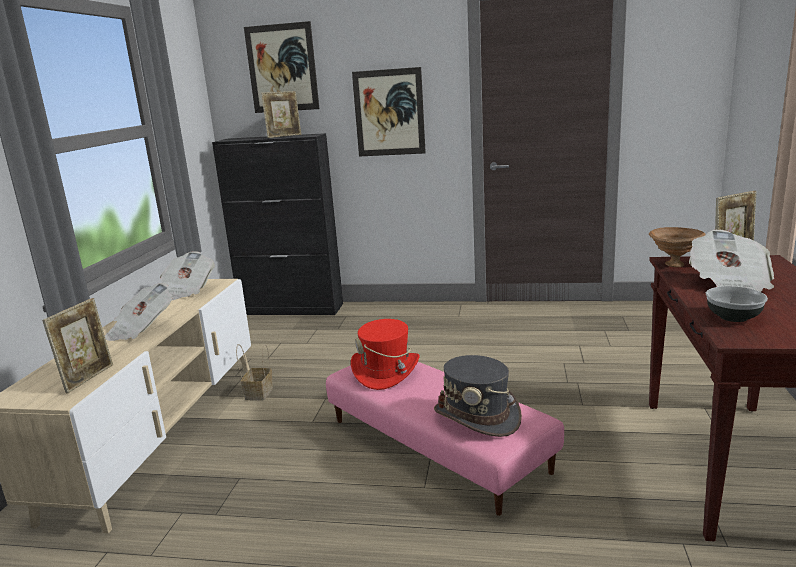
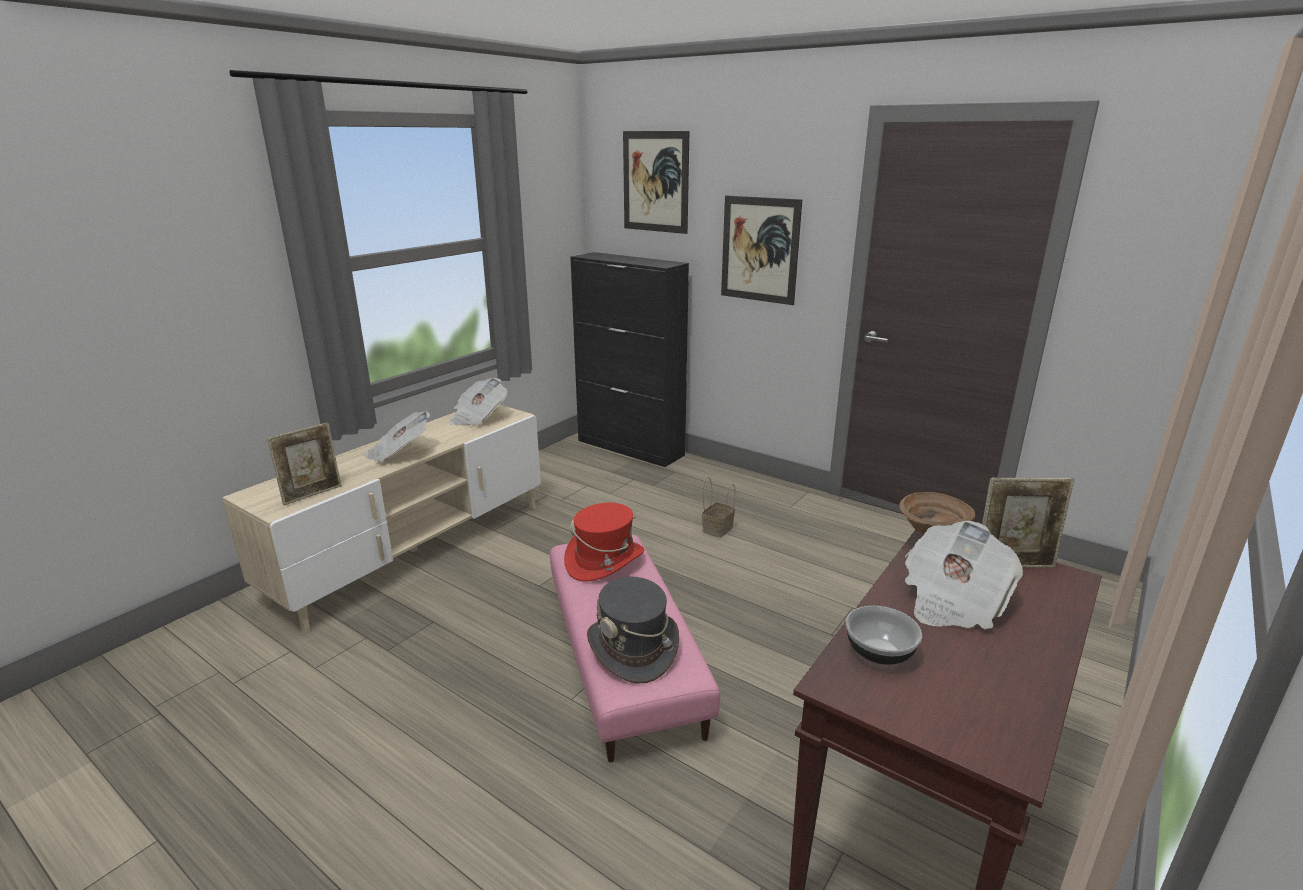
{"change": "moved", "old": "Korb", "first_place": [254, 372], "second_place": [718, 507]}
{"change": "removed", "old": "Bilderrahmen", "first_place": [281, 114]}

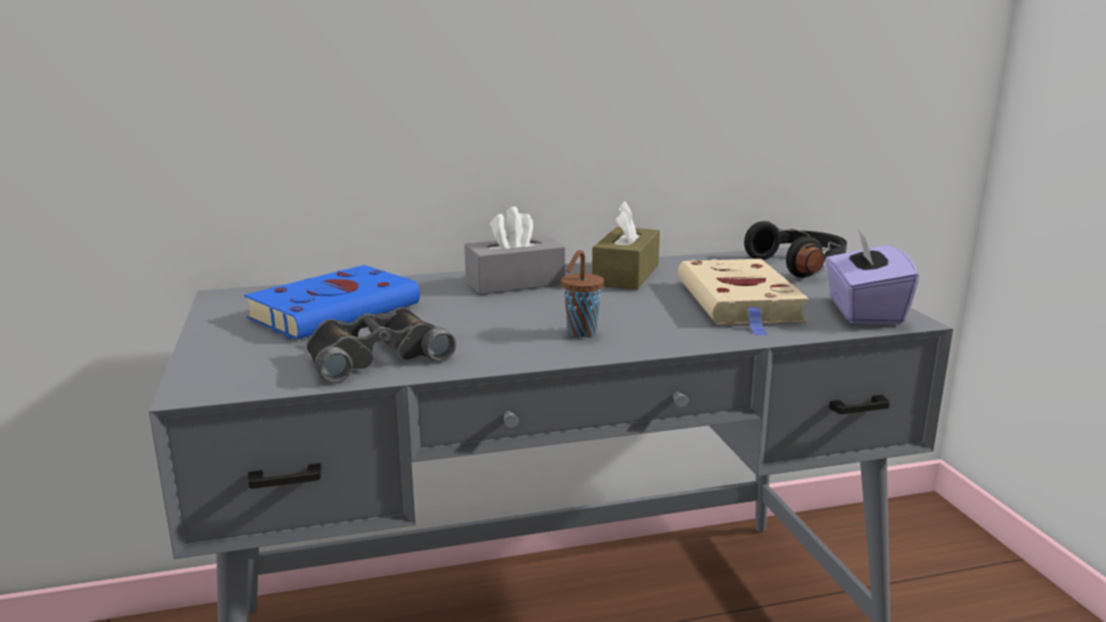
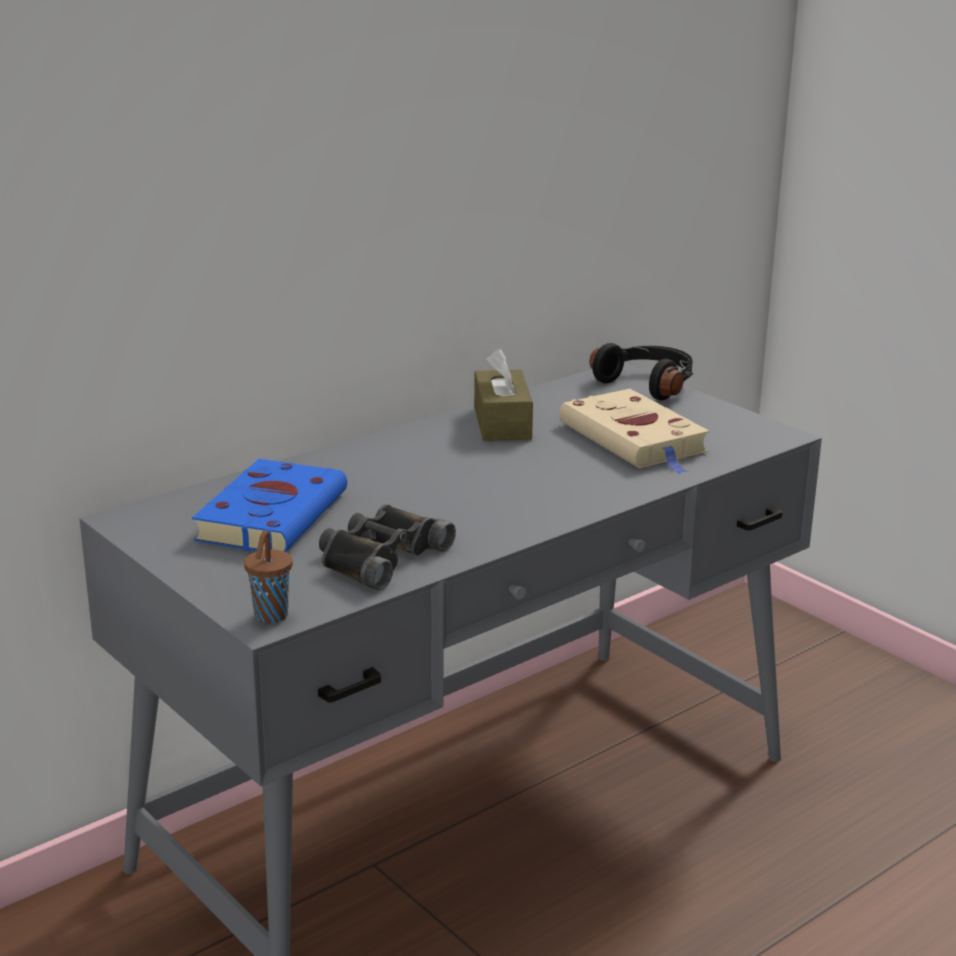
{"change": "moved", "old": "Tasse [braun]", "first_place": [582, 293], "second_place": [268, 576]}
{"change": "removed", "old": "Taschentuchbox [grau]", "first_place": [515, 250]}
{"change": "removed", "old": "Taschentuchbox [lila]", "first_place": [872, 276]}

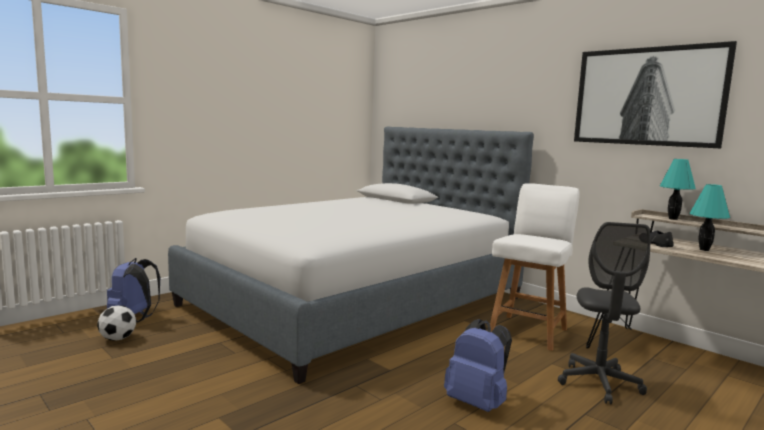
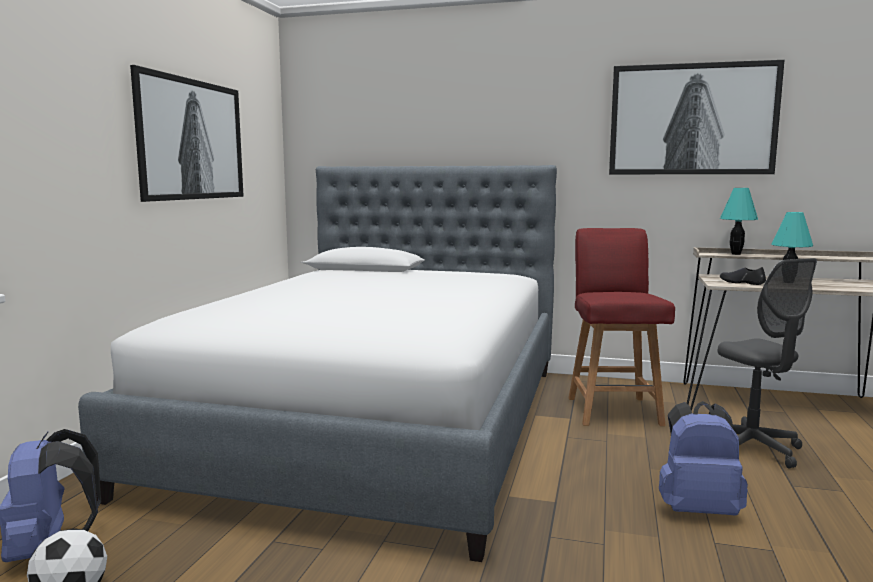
{"change": "added", "new": "Bild", "second_place": [187, 133]}
{"change": "recoloured", "old": "Stuhl [weiß]", "new": "Stuhl [rot]", "first_place": [535, 267], "second_place": [622, 327]}

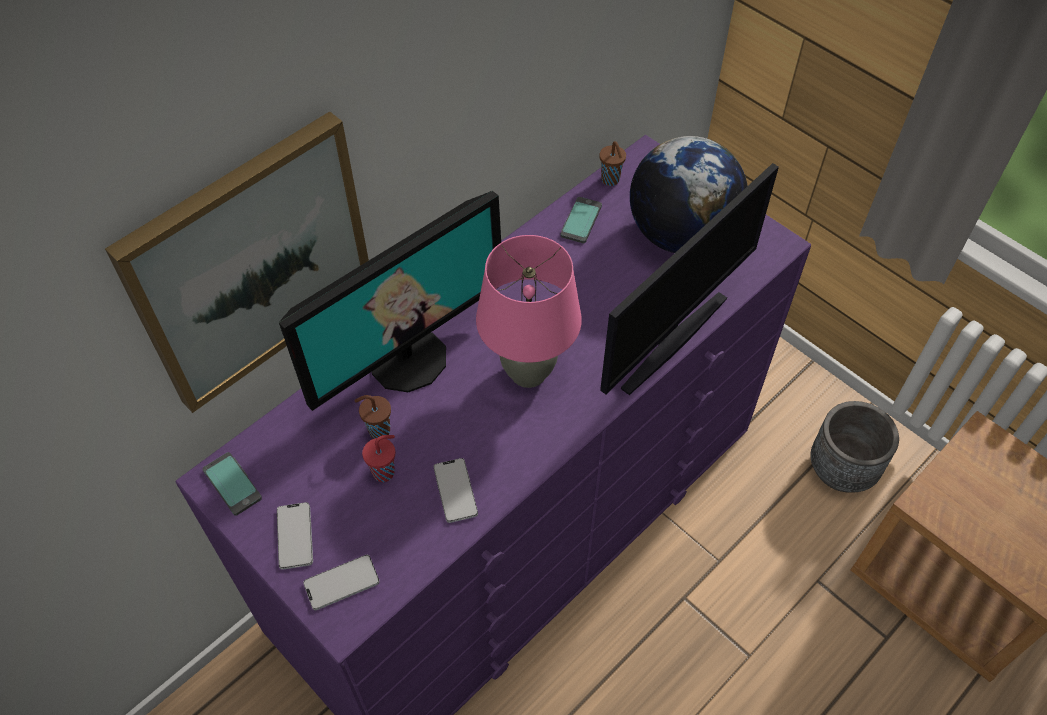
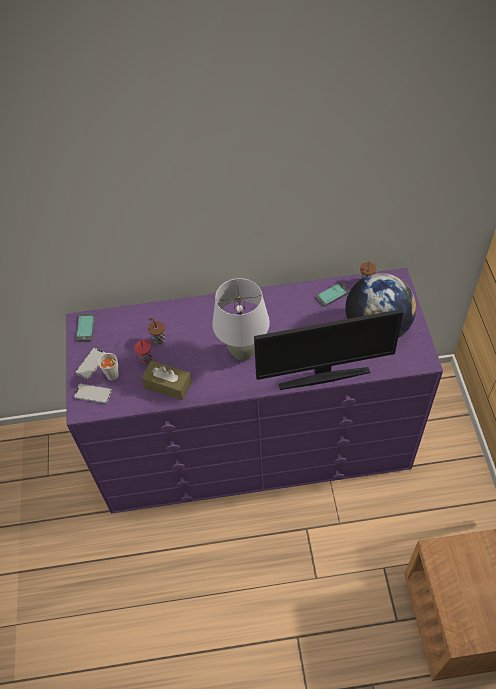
{"change": "added", "new": "Tasse [grau]", "second_place": [108, 367]}
{"change": "replaced", "old": "Handy", "new": "Taschentuchbox [braun]", "first_place": [456, 490], "second_place": [167, 380]}
{"change": "recoloured", "old": "Tischlampe [rosa]", "new": "Tischlampe [grau]", "first_place": [529, 311], "second_place": [241, 319]}
{"change": "removed", "old": "Bild", "first_place": [237, 262]}
{"change": "removed", "old": "Monitor", "first_place": [390, 301]}
{"change": "removed", "old": "Pflanzkübel [grau]", "first_place": [854, 447]}

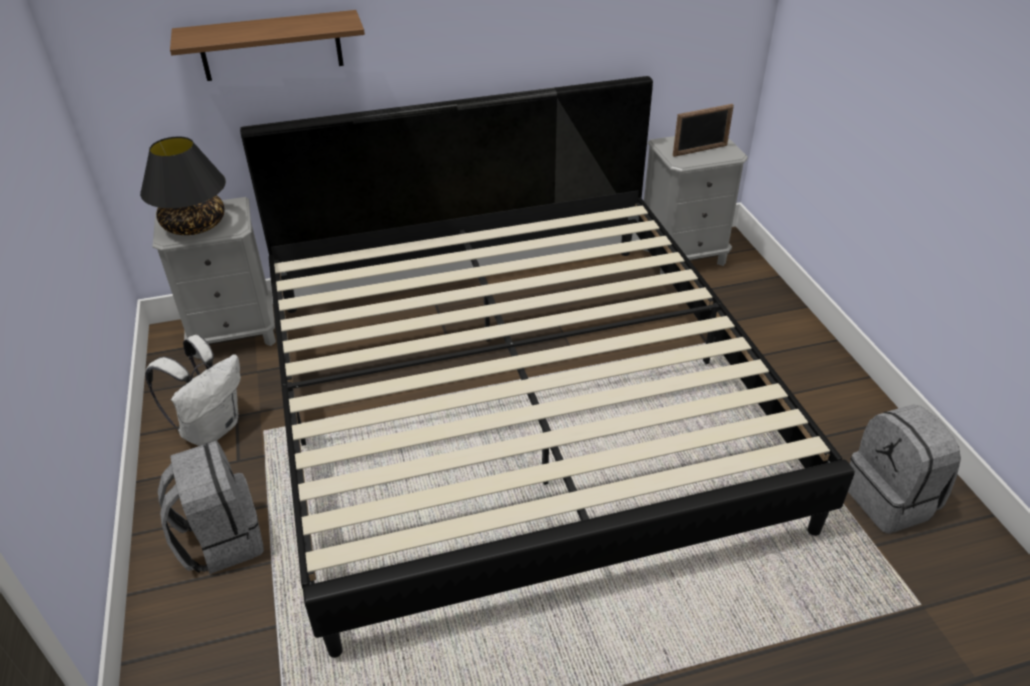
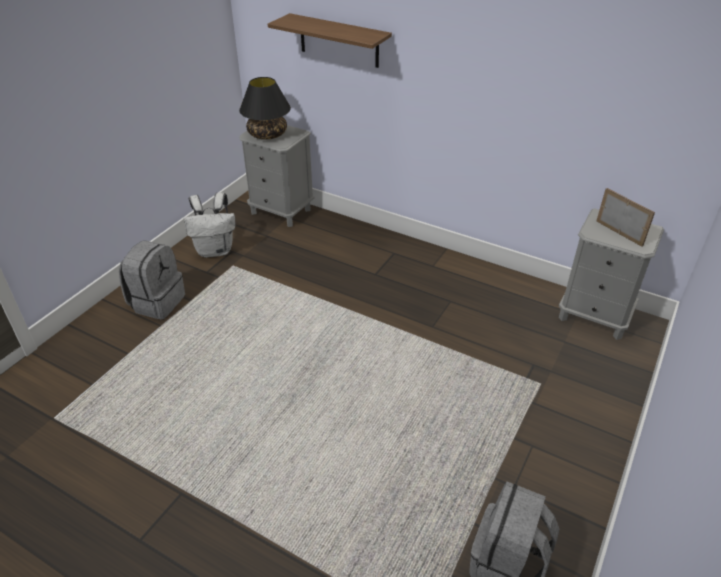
{"change": "turned", "old": "Bilderrahmen", "first_place": [703, 130], "second_place": [626, 217], "degrees": -150}
{"change": "removed", "old": "Bett", "first_place": [547, 367]}

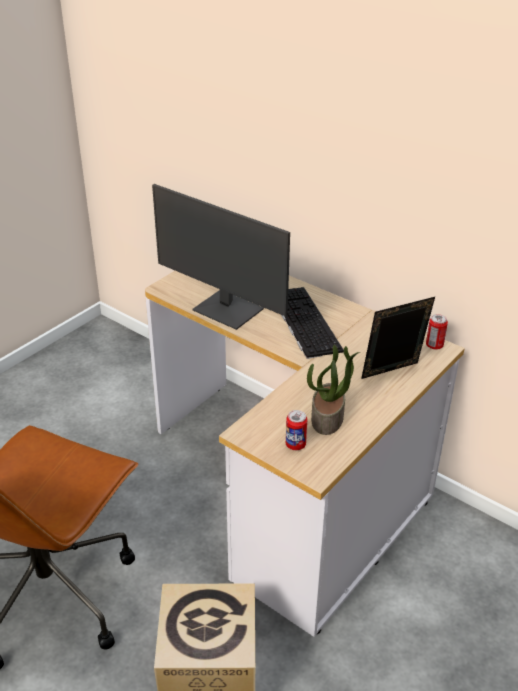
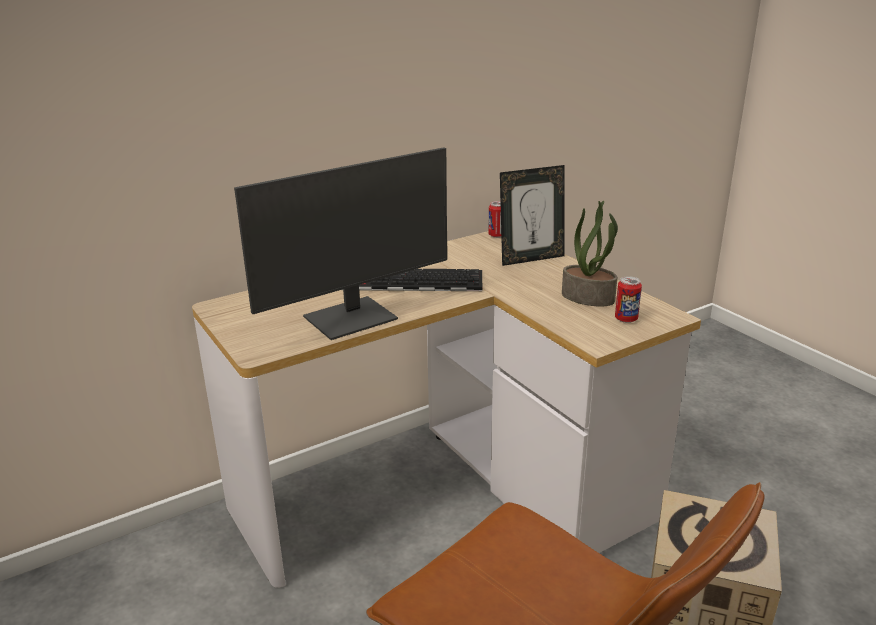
{"change": "turned", "old": "Bilderrahmen", "first_place": [398, 338], "second_place": [532, 215], "degrees": -105}

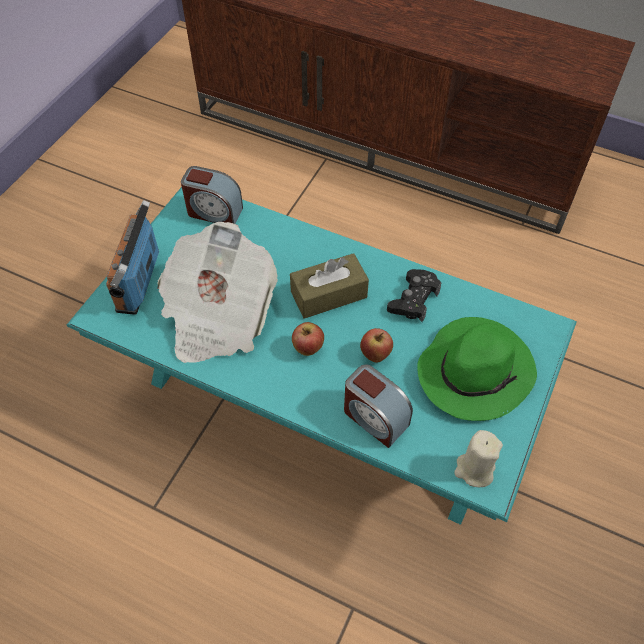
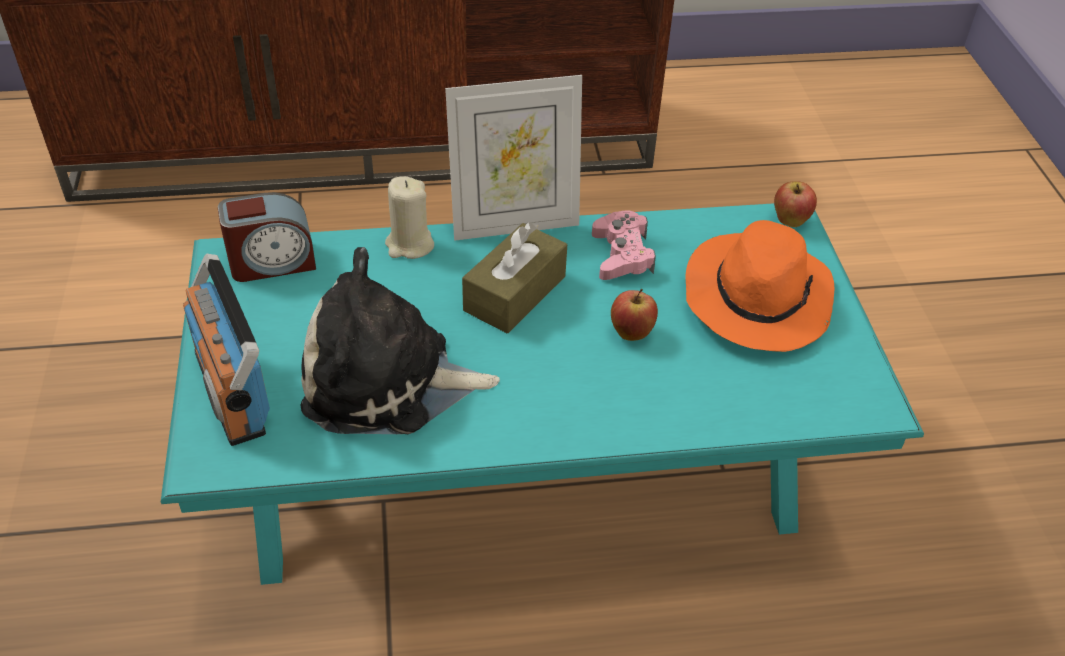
{"change": "replaced", "old": "Zeitung", "new": "Plüschtier", "first_place": [217, 292], "second_place": [400, 340]}
{"change": "moved", "old": "Kerze [beige]", "first_place": [478, 458], "second_place": [409, 217]}
{"change": "added", "new": "Bilderrahmen", "second_place": [513, 158]}
{"change": "recoloured", "old": "Gamepad [schwarz]", "new": "Gamepad [rosa]", "first_place": [414, 295], "second_place": [624, 245]}
{"change": "recoloured", "old": "Hut [grün]", "new": "Hut [orange]", "first_place": [477, 369], "second_place": [760, 286]}
{"change": "moved", "old": "Apfel", "first_place": [308, 339], "second_place": [795, 204]}
{"change": "removed", "old": "Wecker", "first_place": [378, 406]}

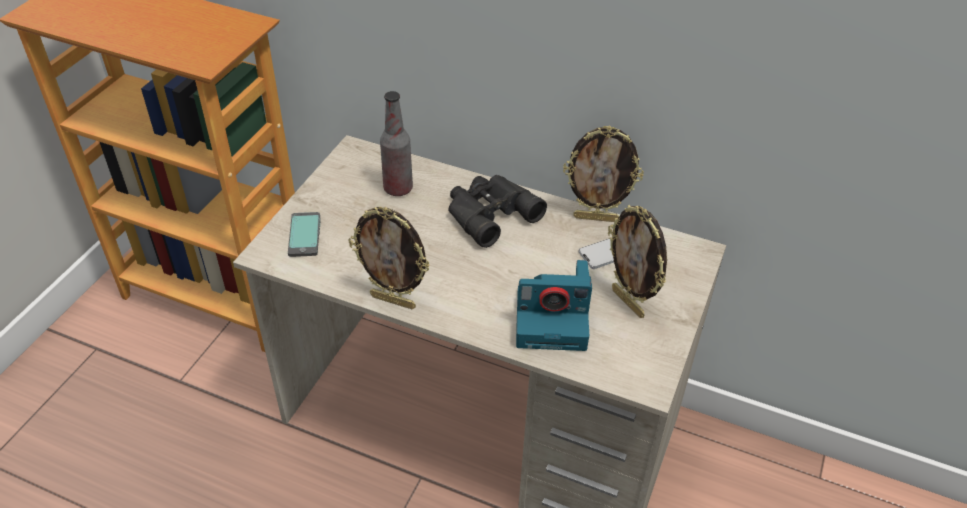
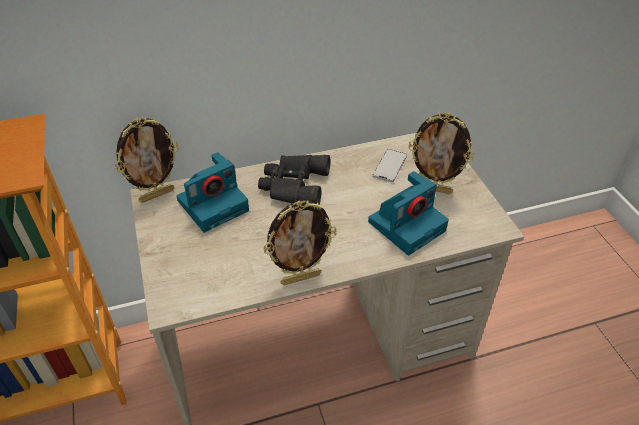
{"change": "moved", "old": "Bilderrahmen", "first_place": [603, 173], "second_place": [147, 160]}
{"change": "replaced", "old": "Flasche", "new": "Kamera", "first_place": [396, 143], "second_place": [212, 192]}
{"change": "removed", "old": "Handy", "first_place": [304, 234]}

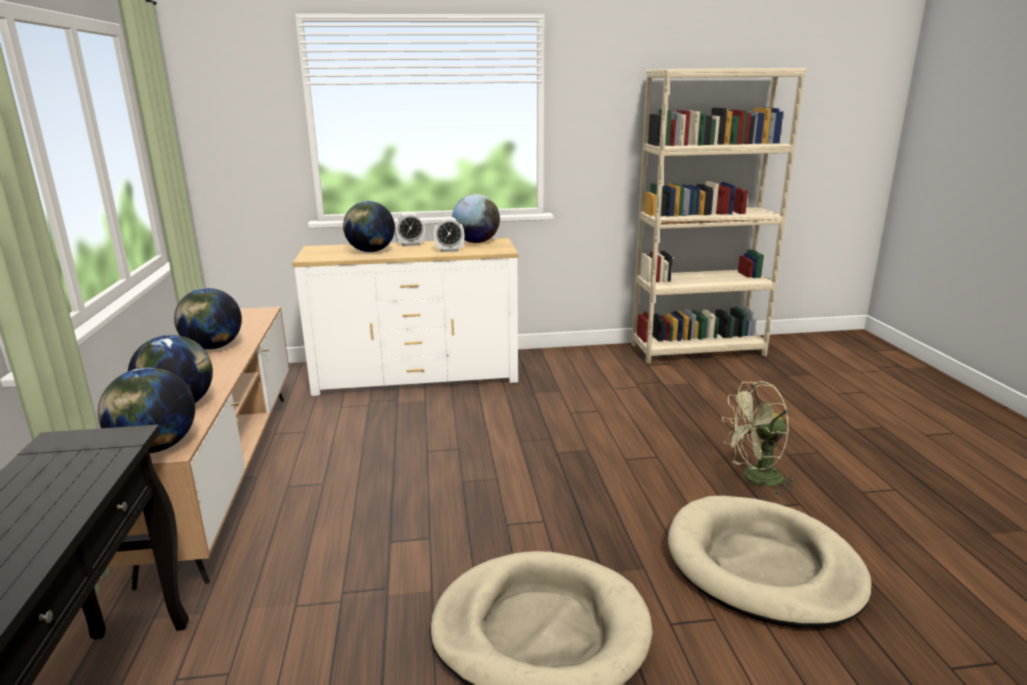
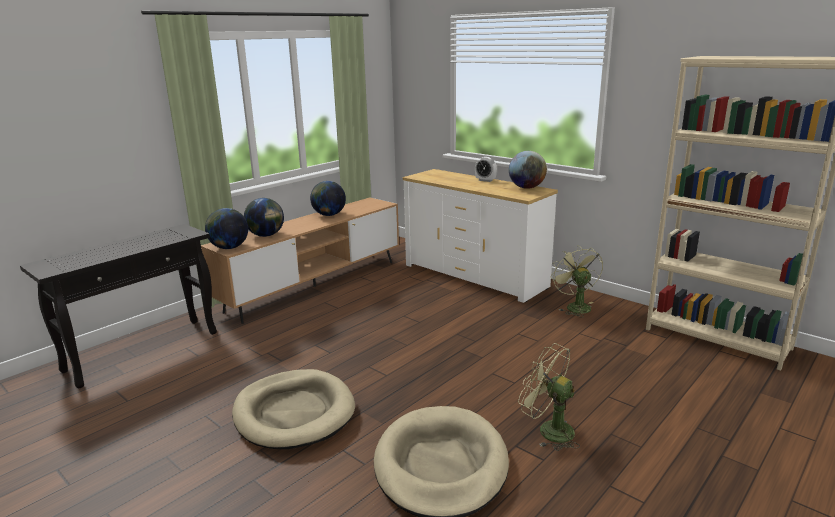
{"change": "added", "new": "Ventilator [grün]", "second_place": [576, 281]}
{"change": "removed", "old": "Globus", "first_place": [369, 226]}
{"change": "removed", "old": "Wecker", "first_place": [449, 234]}

